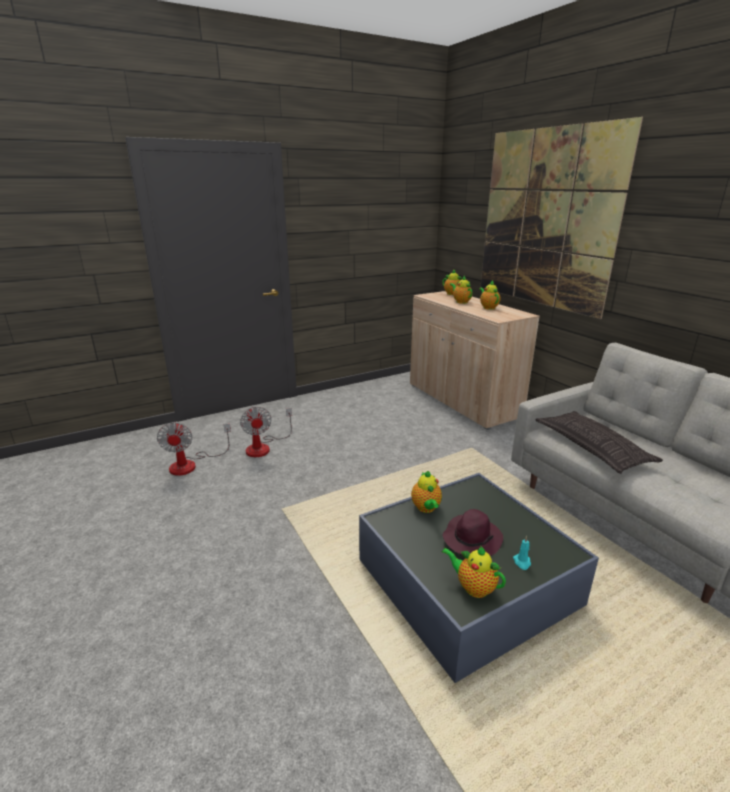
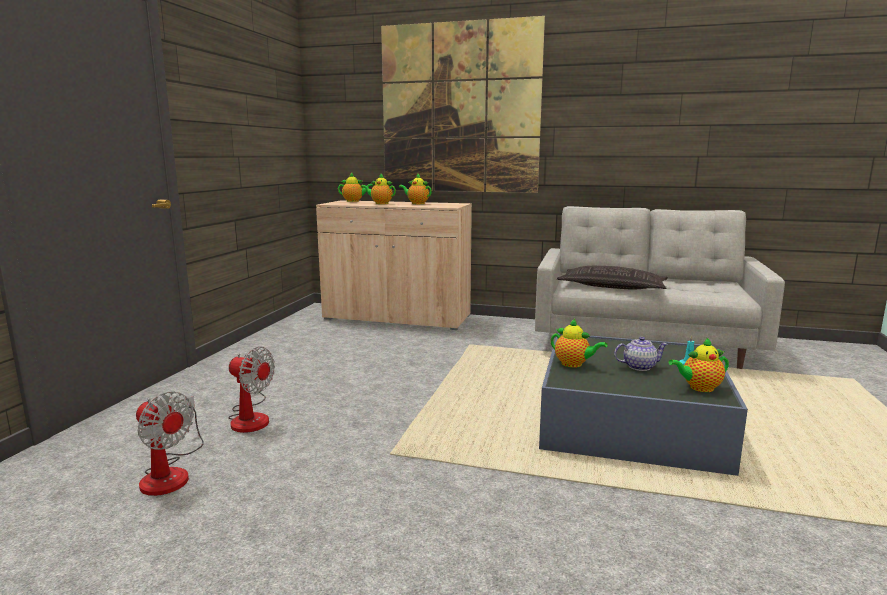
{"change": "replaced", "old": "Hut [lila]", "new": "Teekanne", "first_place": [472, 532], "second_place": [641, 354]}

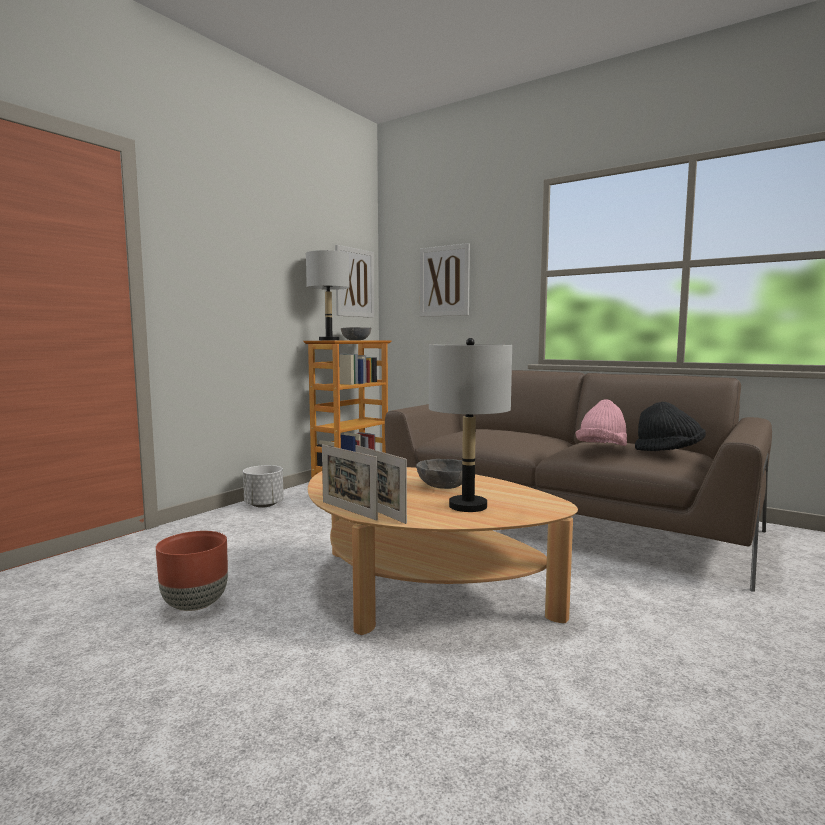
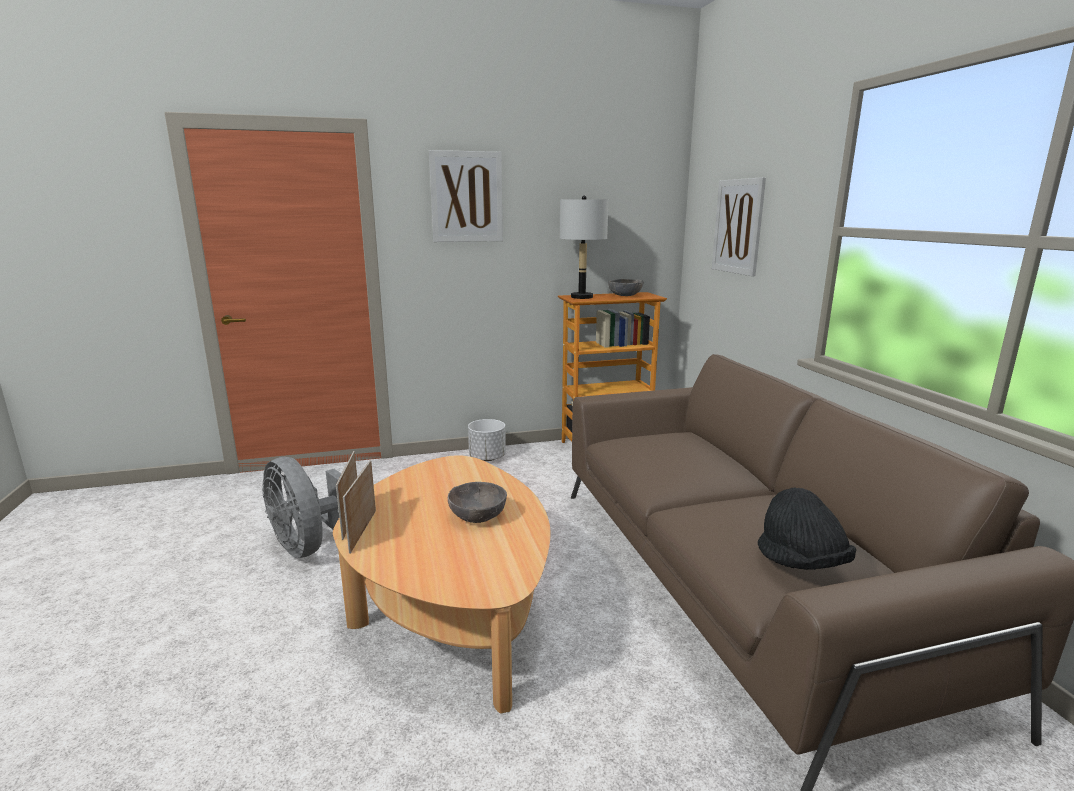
{"change": "replaced", "old": "Pflanzkübel [braun]", "new": "Ventilator [grau]", "first_place": [192, 571], "second_place": [301, 507]}
{"change": "moved", "old": "Bild", "first_place": [354, 281], "second_place": [466, 196]}
{"change": "removed", "old": "Tischlampe [grau]", "first_place": [470, 425]}
{"change": "removed", "old": "Hut [rosa]", "first_place": [601, 422]}

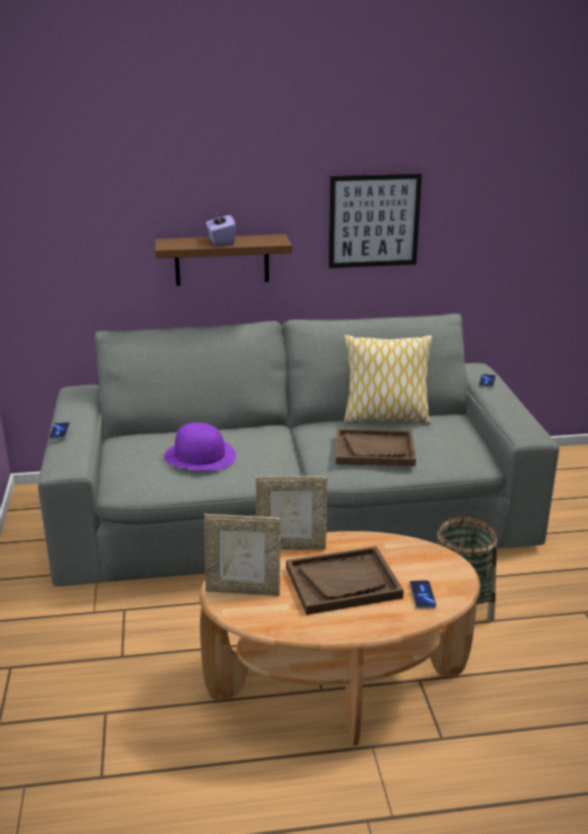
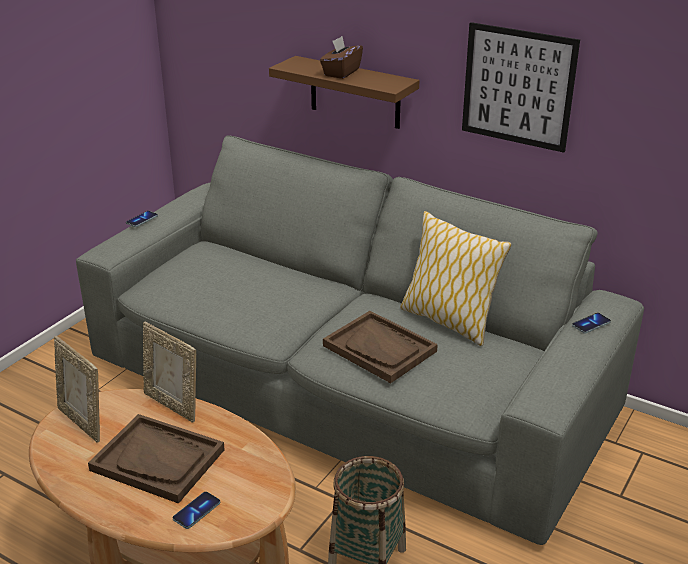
{"change": "recoloured", "old": "Taschentuchbox [lila]", "new": "Taschentuchbox [braun]", "first_place": [221, 229], "second_place": [341, 57]}
{"change": "removed", "old": "Hut [lila]", "first_place": [200, 446]}

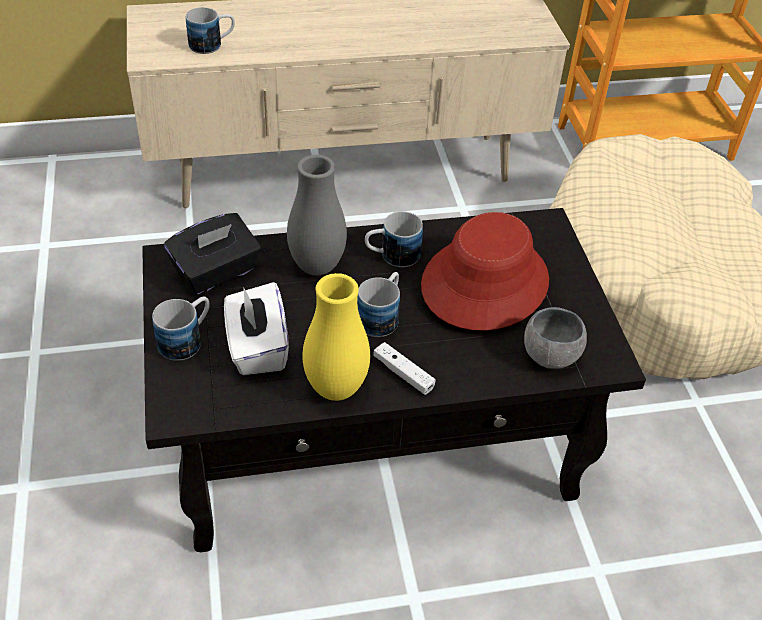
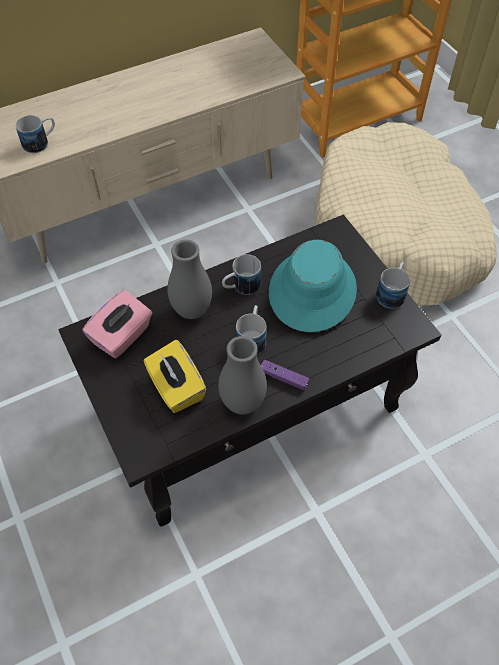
{"change": "recoloured", "old": "Taschentuchbox [schwarz]", "new": "Taschentuchbox [rosa]", "first_place": [212, 253], "second_place": [117, 324]}
{"change": "recoloured", "old": "Taschentuchbox [weiß]", "new": "Taschentuchbox [gelb]", "first_place": [256, 328], "second_place": [175, 376]}
{"change": "recoloured", "old": "Vase [gelb]", "new": "Vase [grau]", "first_place": [336, 337], "second_place": [242, 375]}
{"change": "recoloured", "old": "Gamepad [weiß]", "new": "Gamepad [lila]", "first_place": [404, 368], "second_place": [285, 375]}
{"change": "recoloured", "old": "Hut [rot]", "new": "Hut [türkis]", "first_place": [485, 271], "second_place": [313, 286]}
{"change": "moved", "old": "Henkelbecher", "first_place": [180, 329], "second_place": [393, 285]}
{"change": "removed", "old": "Schüssel [grau]", "first_place": [555, 338]}

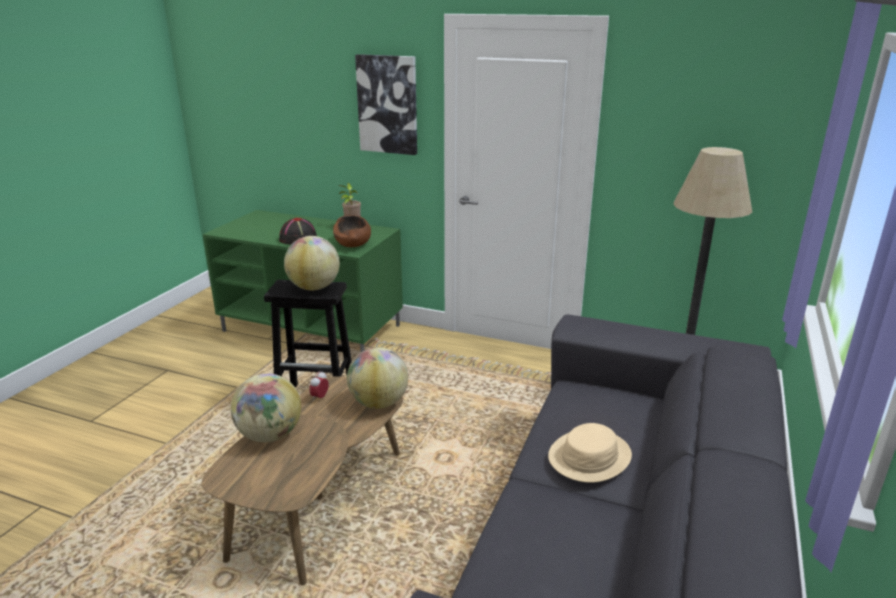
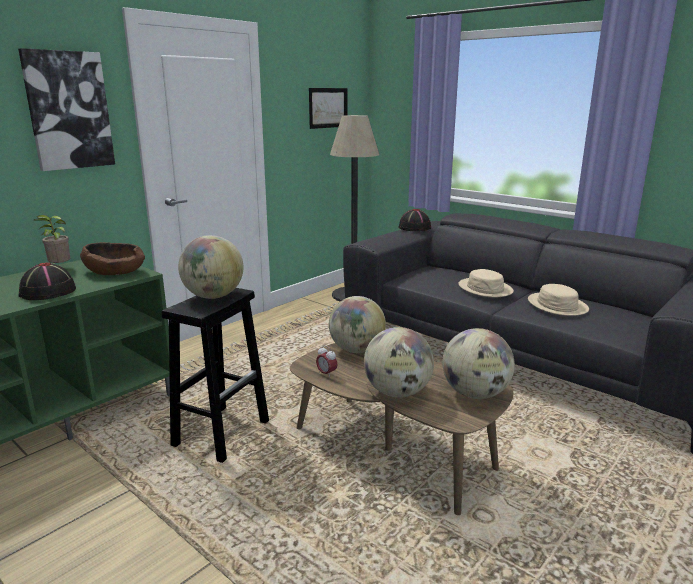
{"change": "added", "new": "Bild", "second_place": [328, 108]}
{"change": "added", "new": "Hut [schwarz]", "second_place": [414, 220]}
{"change": "added", "new": "Globus", "second_place": [478, 363]}
{"change": "added", "new": "Hut [beige]", "second_place": [558, 300]}

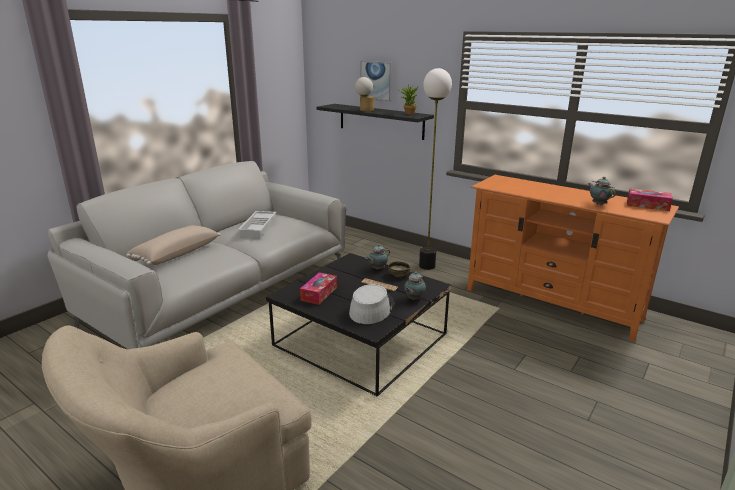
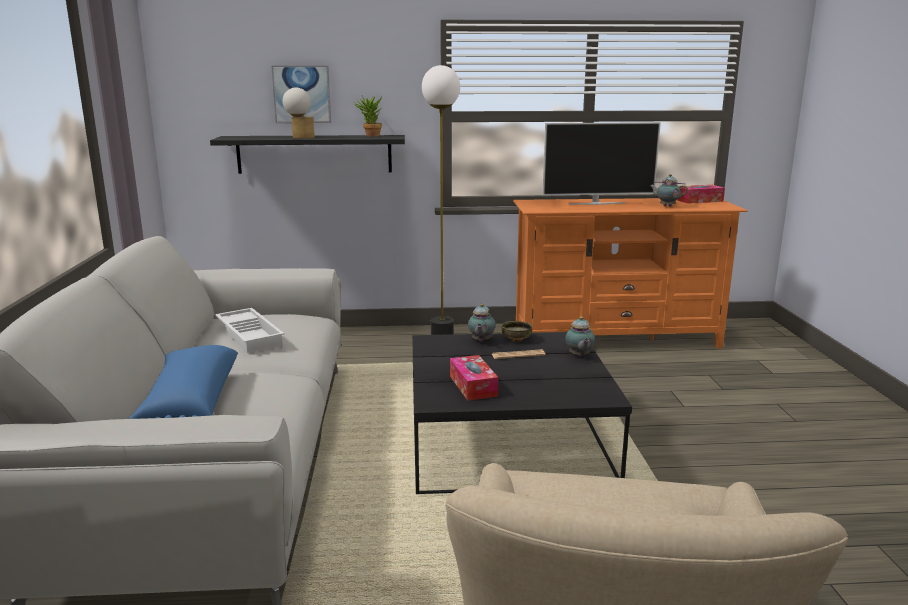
{"change": "recoloured", "old": "Kissen [beige]", "new": "Kissen [blau]", "first_place": [173, 245], "second_place": [183, 382]}
{"change": "added", "new": "Fernseher", "second_place": [602, 163]}
{"change": "removed", "old": "Hut [grau]", "first_place": [371, 304]}

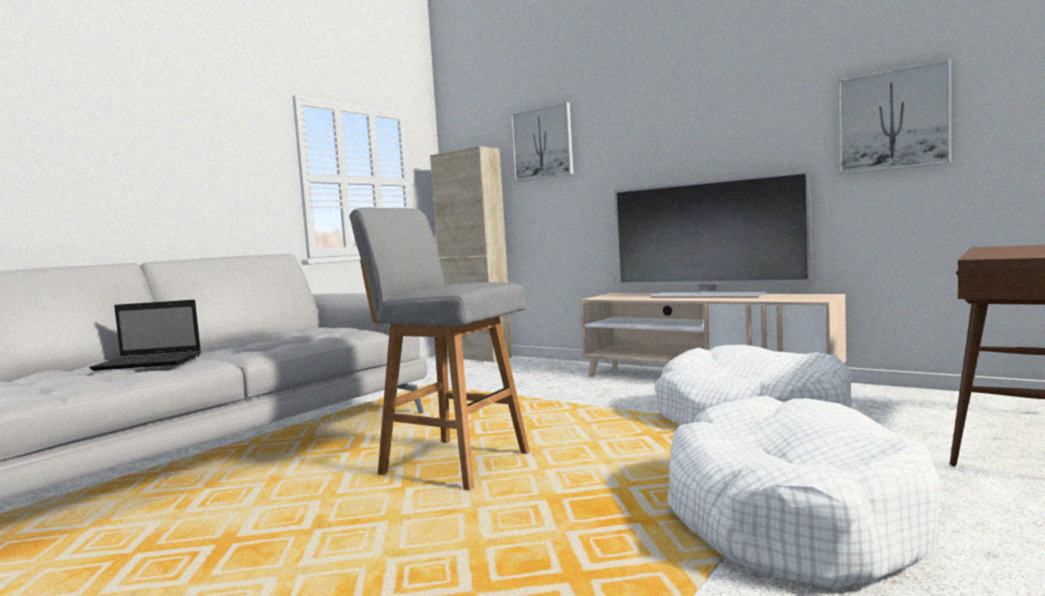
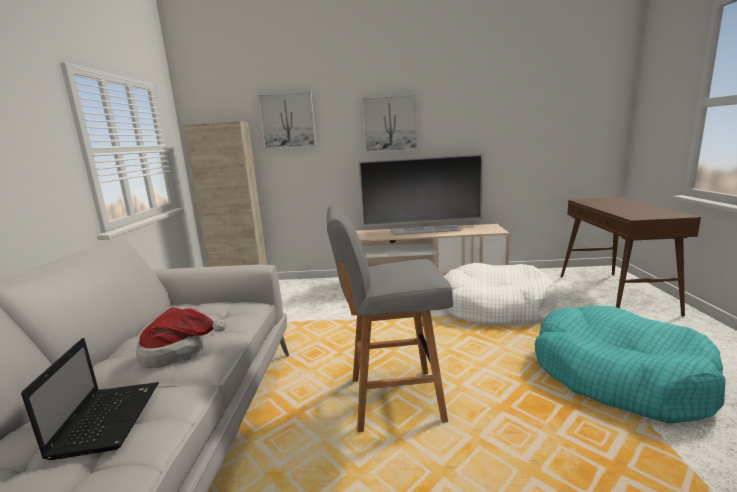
{"change": "turned", "old": "Laptop", "first_place": [145, 335], "second_place": [90, 399], "degrees": -60}
{"change": "added", "new": "Hut", "second_place": [181, 337]}
{"change": "moved", "old": "Bild", "first_place": [894, 116], "second_place": [390, 123]}
{"change": "recoloured", "old": "Hundebett [weiß]", "new": "Hundebett [türkis]", "first_place": [804, 492], "second_place": [630, 364]}

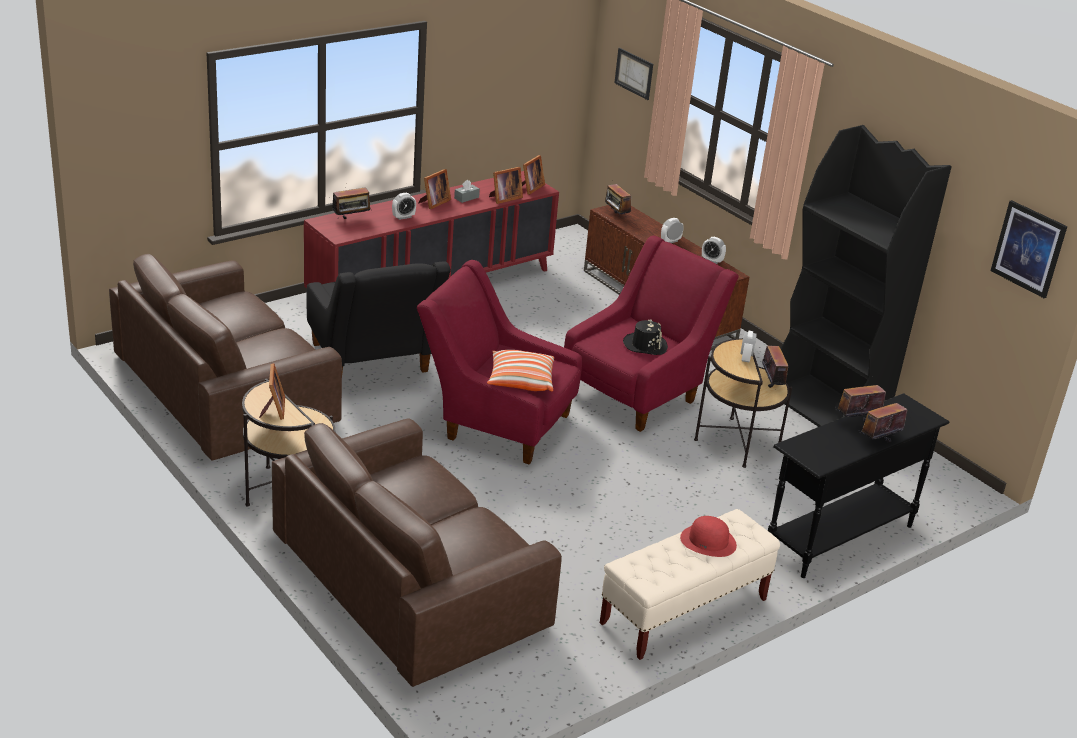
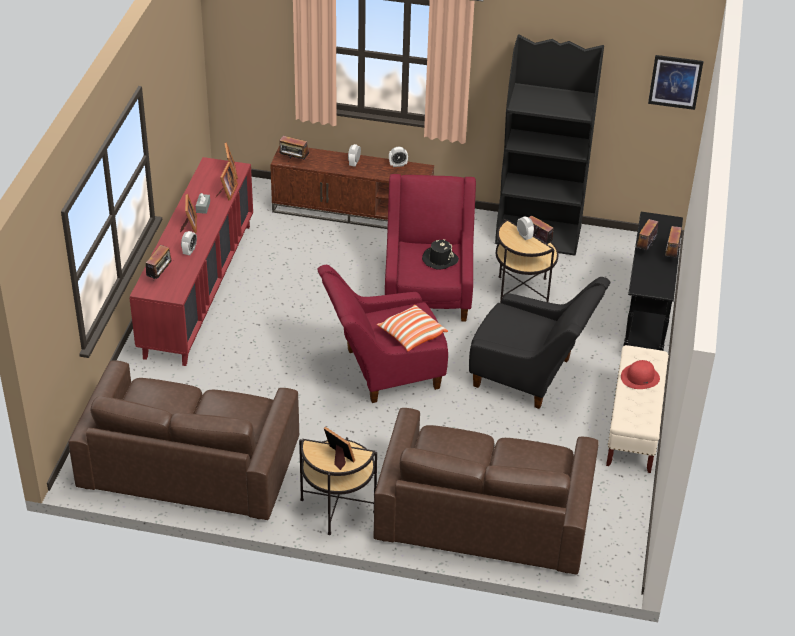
{"change": "moved", "old": "Sessel [schwarz]", "first_place": [379, 317], "second_place": [539, 343]}
{"change": "removed", "old": "Bild", "first_place": [633, 74]}

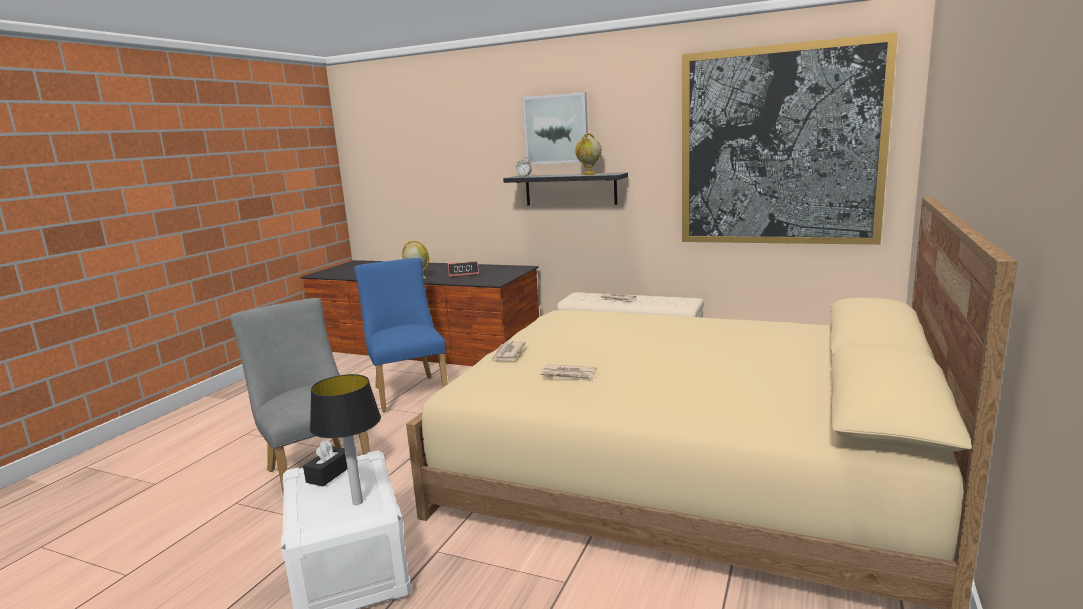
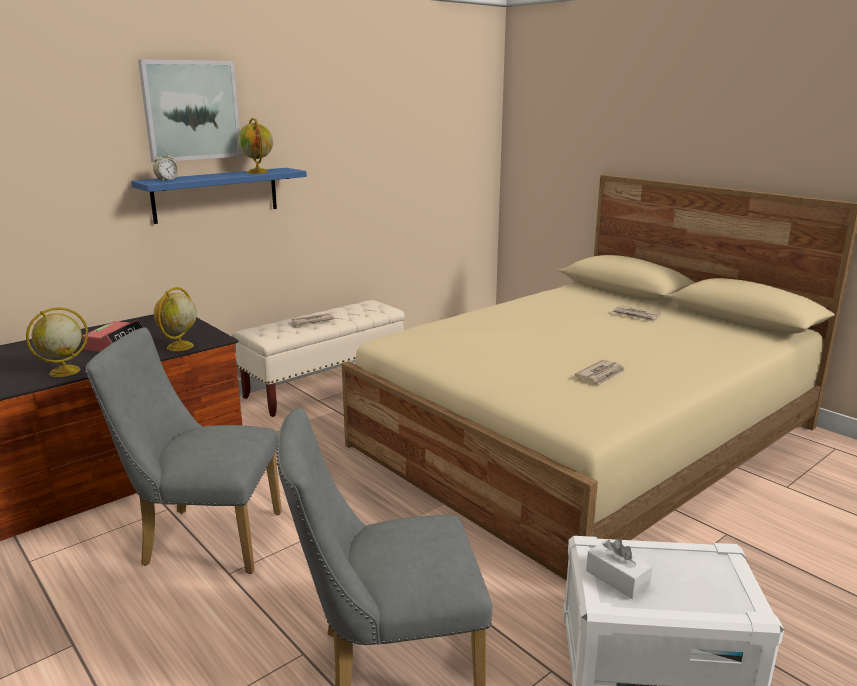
{"change": "recoloured", "old": "Stuhl [blau]", "new": "Stuhl [grau]", "first_place": [401, 335], "second_place": [184, 450]}
{"change": "recoloured", "old": "Wandregal [schwarz]", "new": "Wandregal [blau]", "first_place": [565, 189], "second_place": [219, 196]}
{"change": "added", "new": "Globus", "second_place": [175, 319]}
{"change": "recoloured", "old": "Taschentuchbox [schwarz]", "new": "Taschentuchbox [weiß]", "first_place": [325, 463], "second_place": [619, 568]}
{"change": "moved", "old": "Zeitung", "first_place": [508, 351], "second_place": [637, 313]}
{"change": "removed", "old": "Tischlampe", "first_place": [345, 439]}
{"change": "removed", "old": "Bild", "first_place": [790, 138]}

